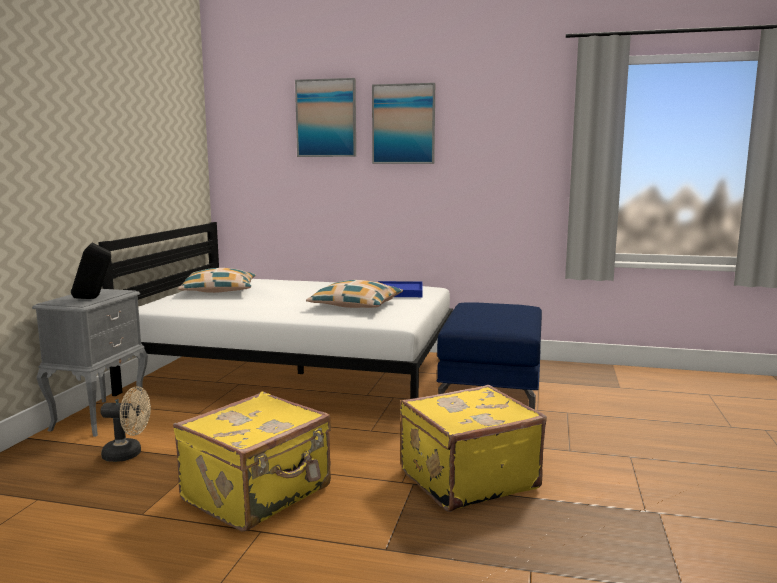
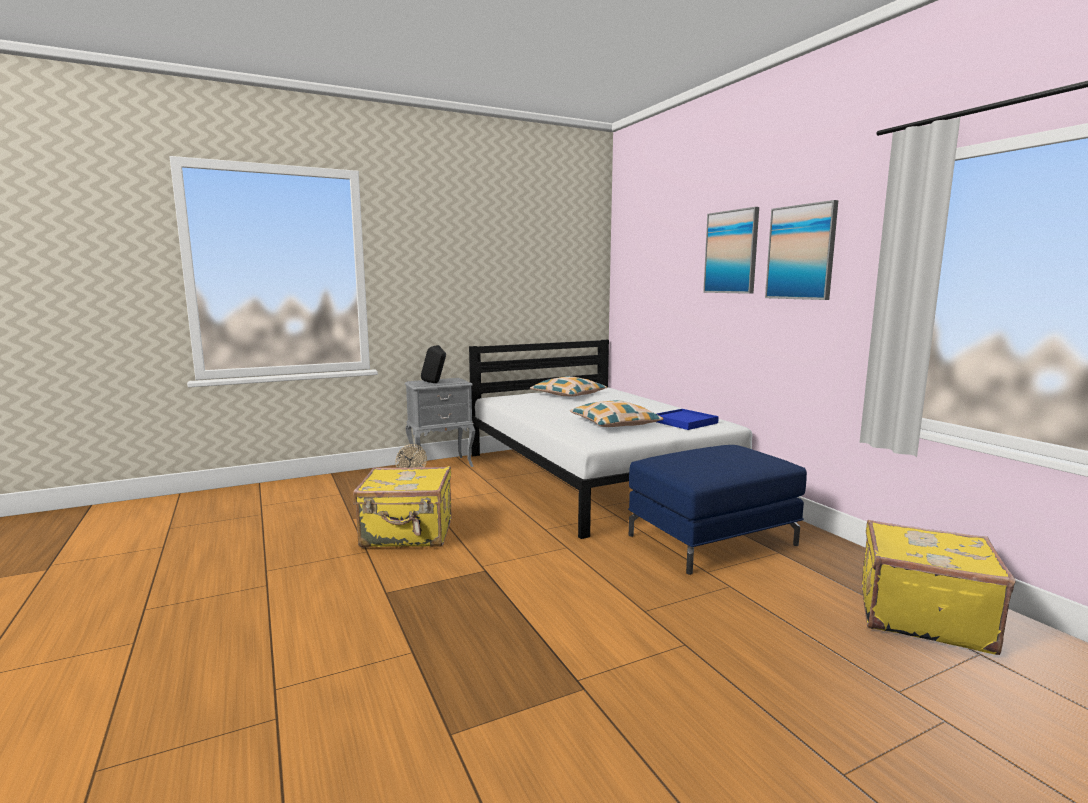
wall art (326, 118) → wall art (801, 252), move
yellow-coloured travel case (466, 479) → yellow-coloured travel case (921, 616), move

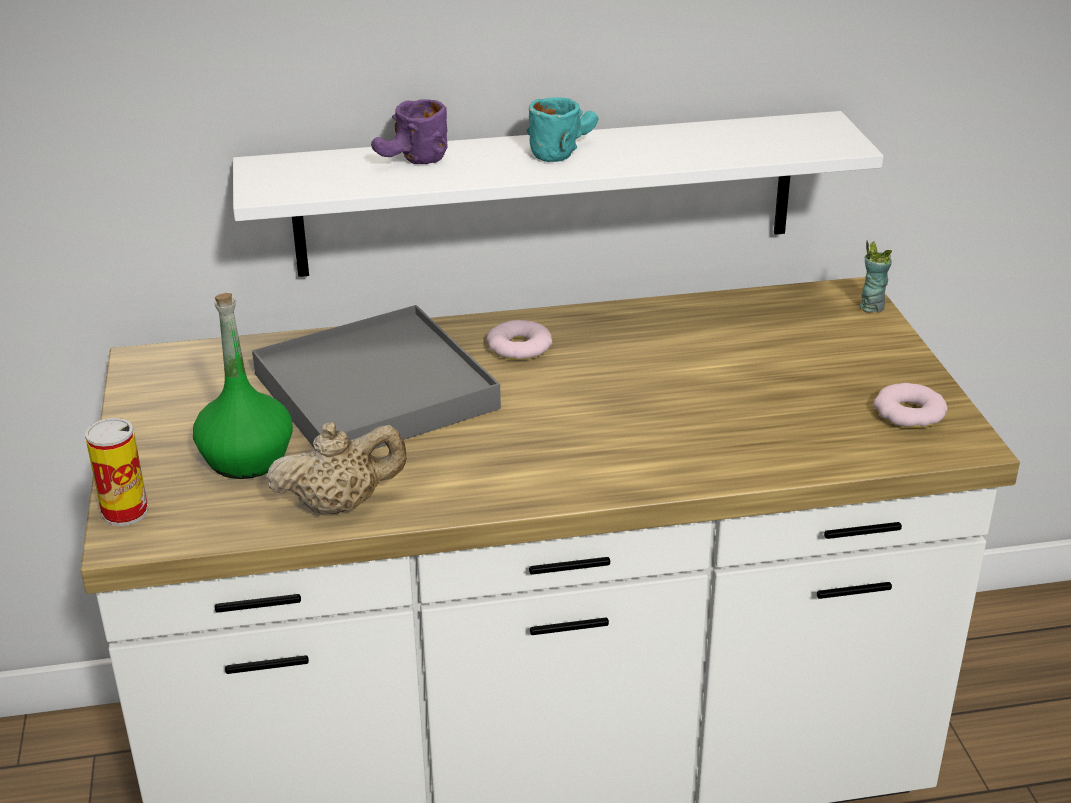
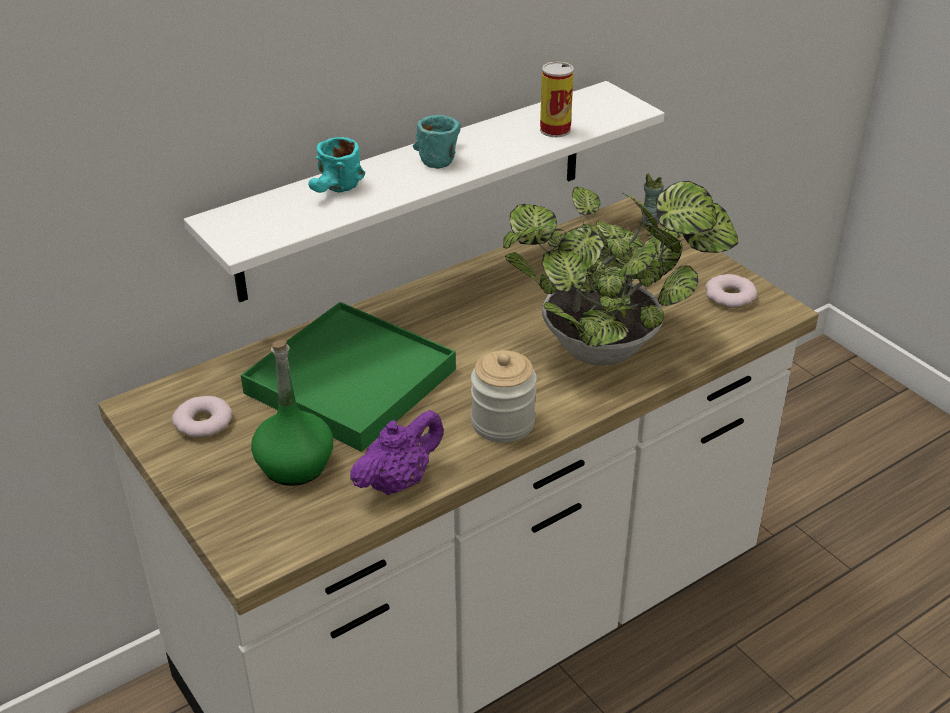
ring doughnut (519, 347) → ring doughnut (203, 422), move
gray carrying tray (376, 391) → green-coloured carrying tray (351, 381)
purplish coffee mug (412, 162) → turquoise-coloured coffee mug (336, 191)
sand-coloured tea pot (340, 505) → purplish tea pot (398, 481)
- → jar (503, 422)
- → houseplant (609, 348)
metal can (125, 512) → metal can (555, 130), move

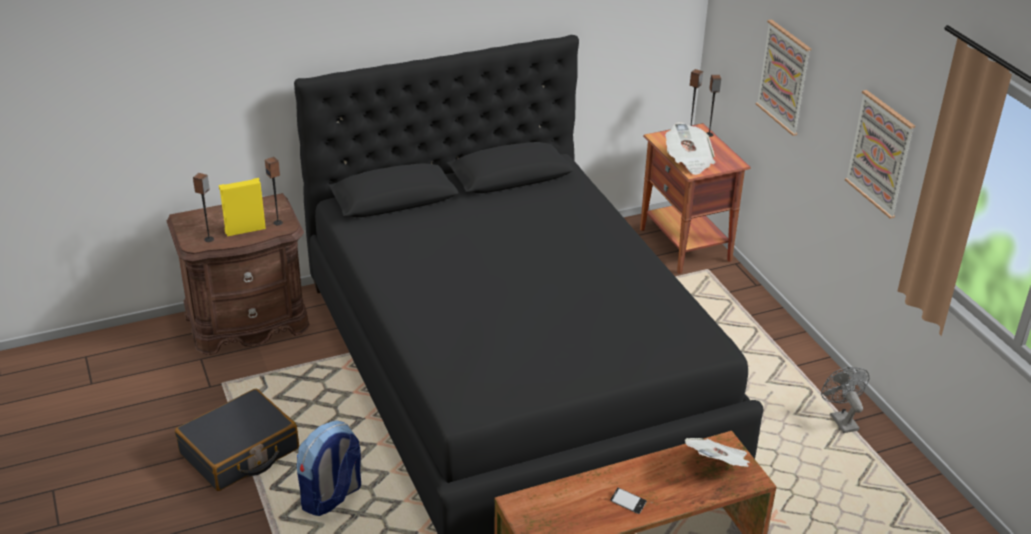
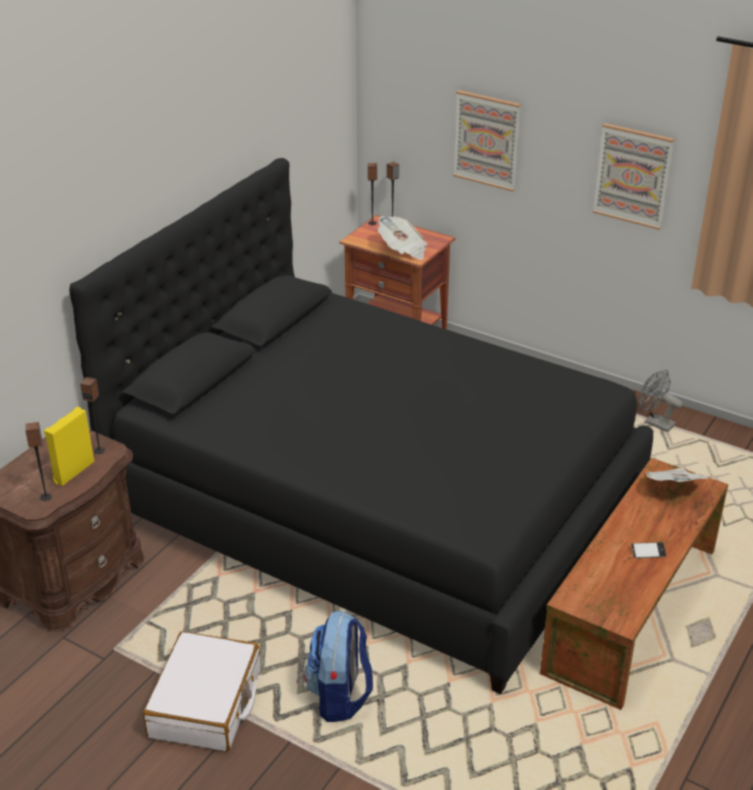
blackish travel case (239, 452) → white travel case (206, 703)

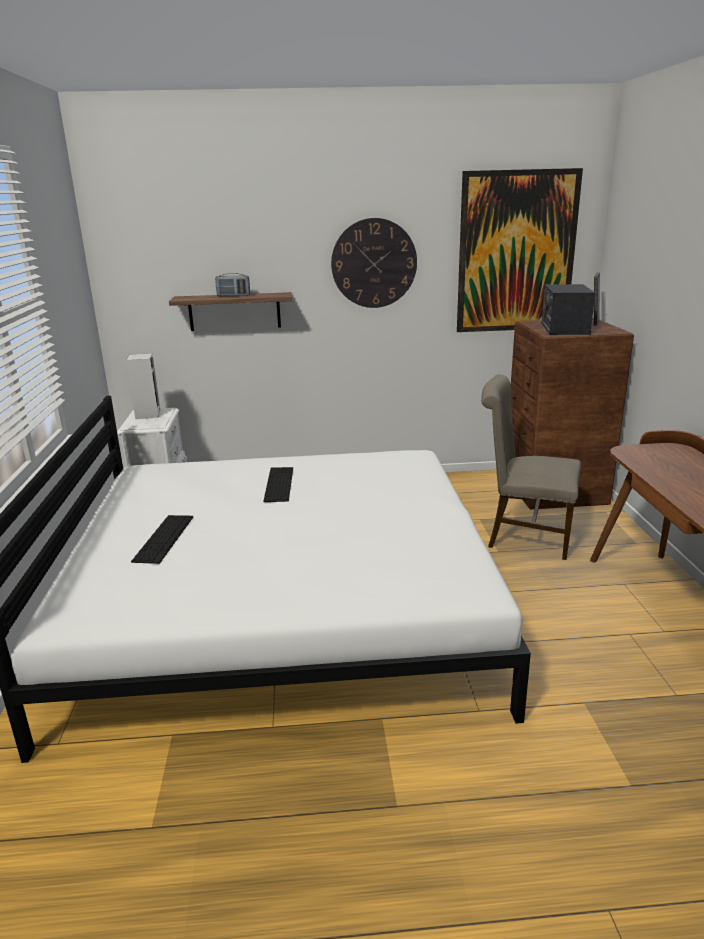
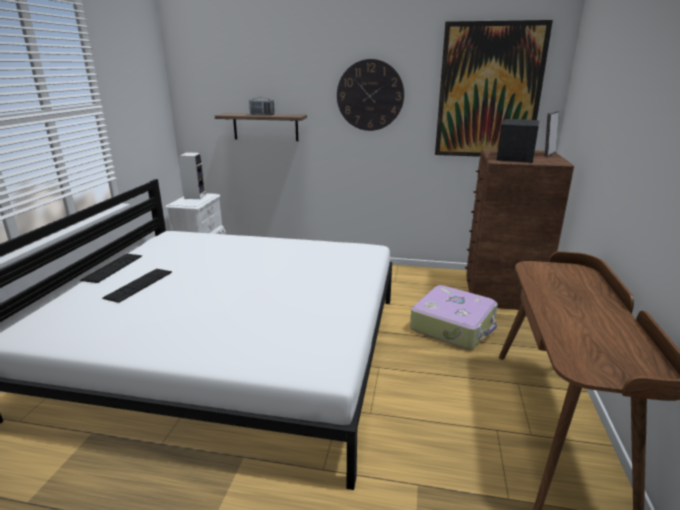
keyboard (279, 484) → keyboard (113, 267), move
sand-coloured plain chair (523, 535) → travel case (453, 326)

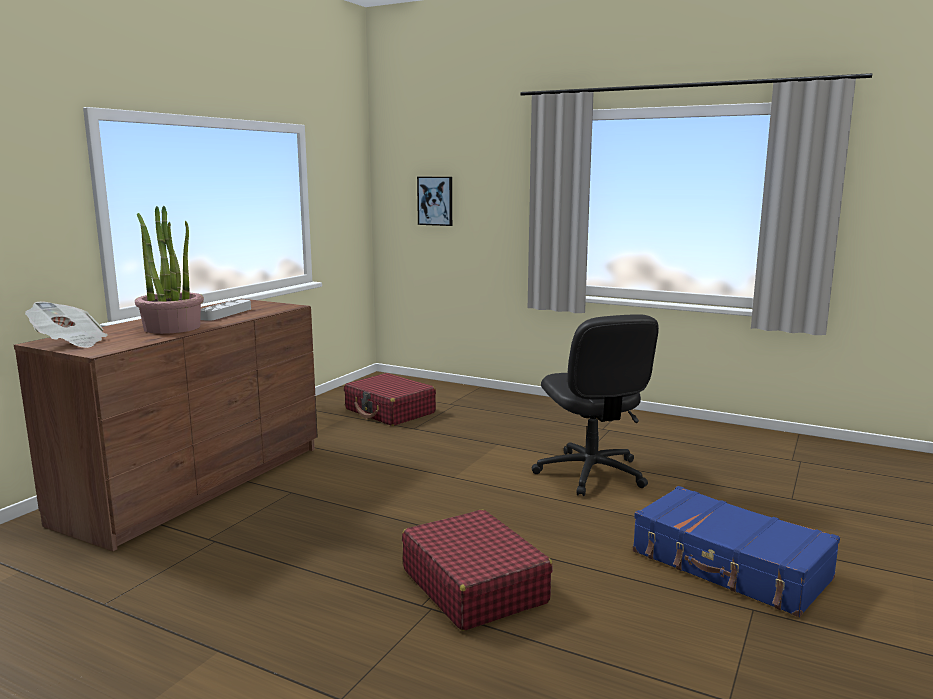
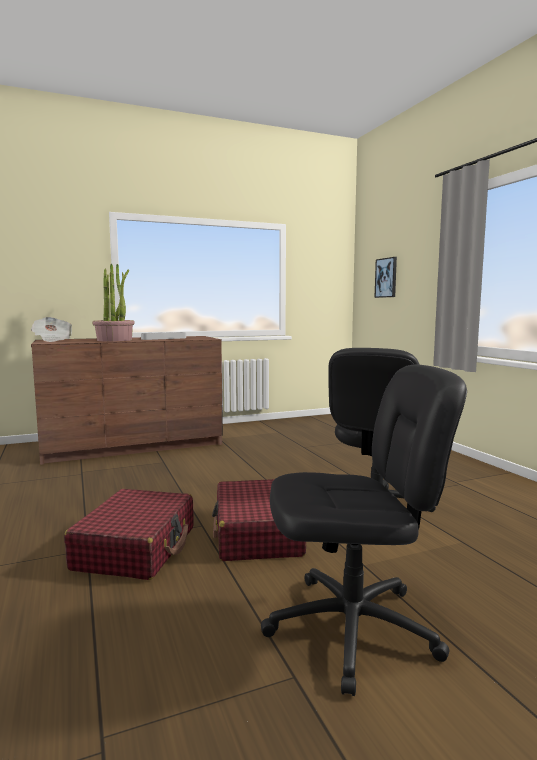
reddish travel case (390, 411) → reddish travel case (257, 534), move
blue travel case (729, 566) → blackish desk chair (353, 628)

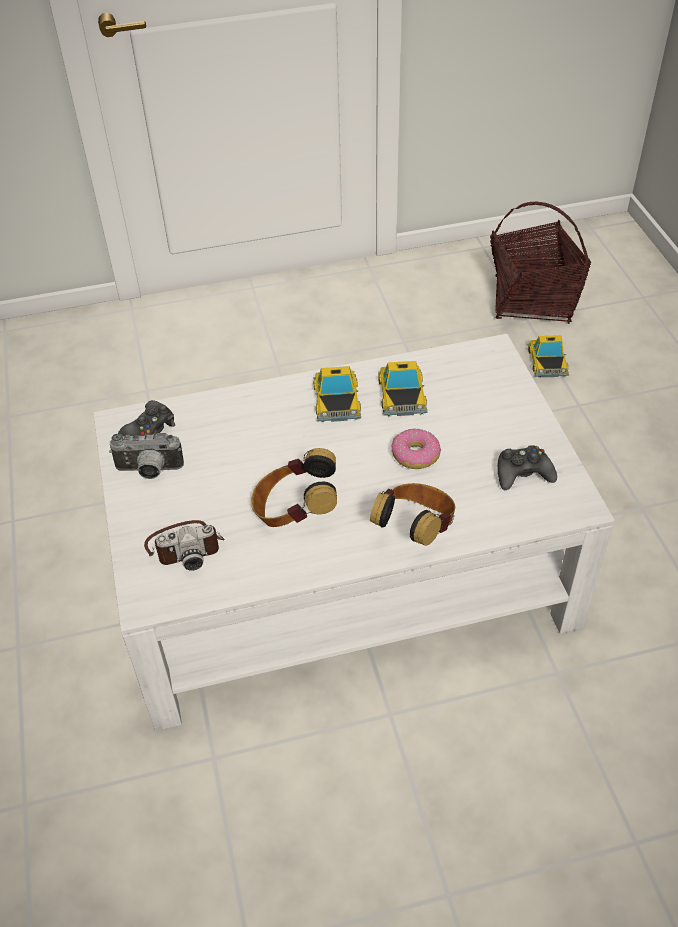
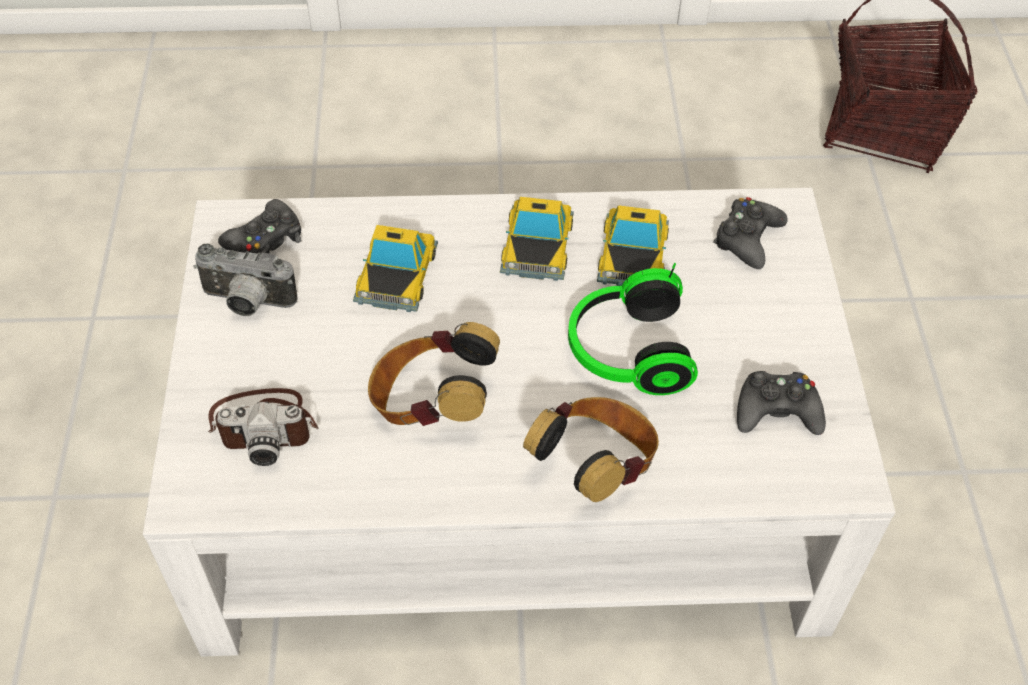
toy car (547, 361) → toy car (396, 273), move
ring doughnut (415, 455) → headphones (626, 351)
- → blackish game controller (747, 239)

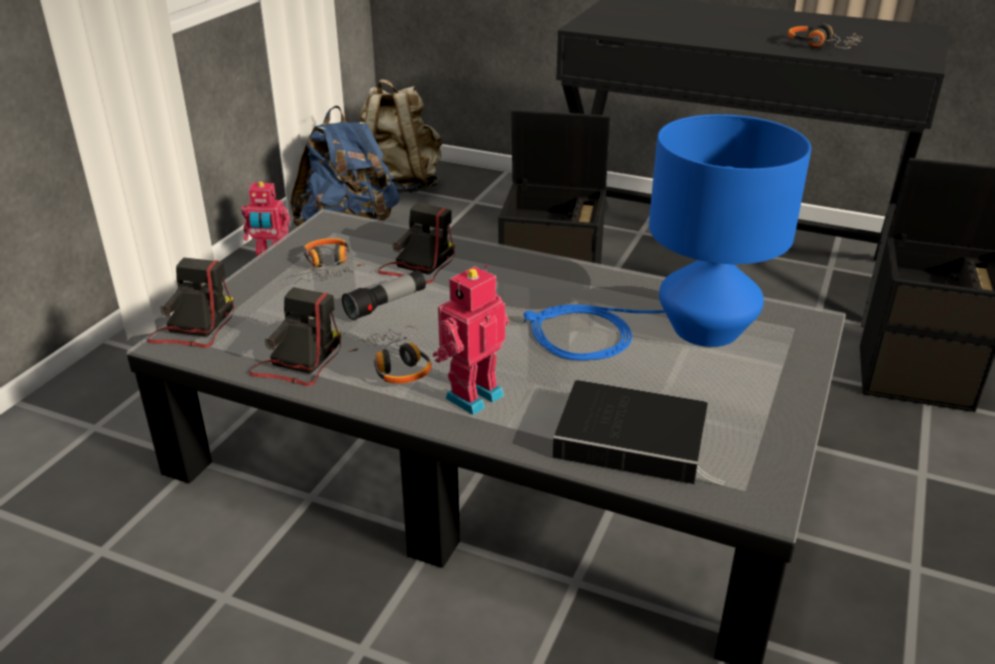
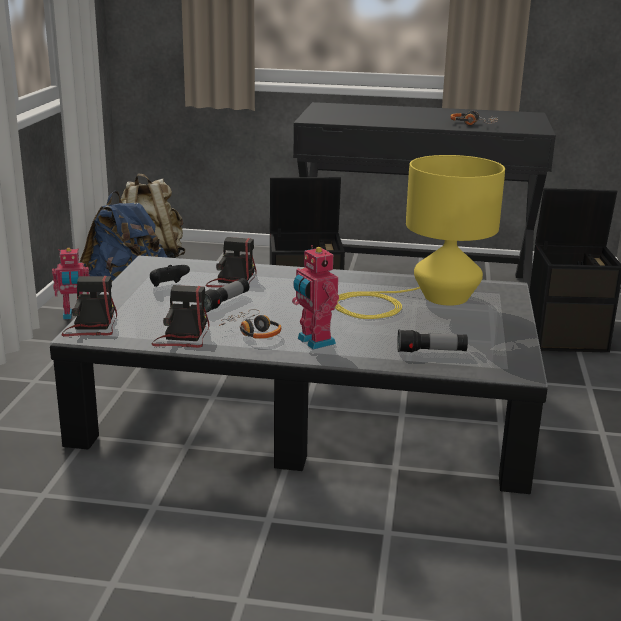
headphones (329, 267) → blackish game controller (168, 286)
model robot (471, 395) → model robot (314, 341), 60 degrees counterclockwise
blue lamp for a table (657, 330) → yellow-coloured lamp for a table (415, 300)
volume (636, 439) → torch (431, 352)

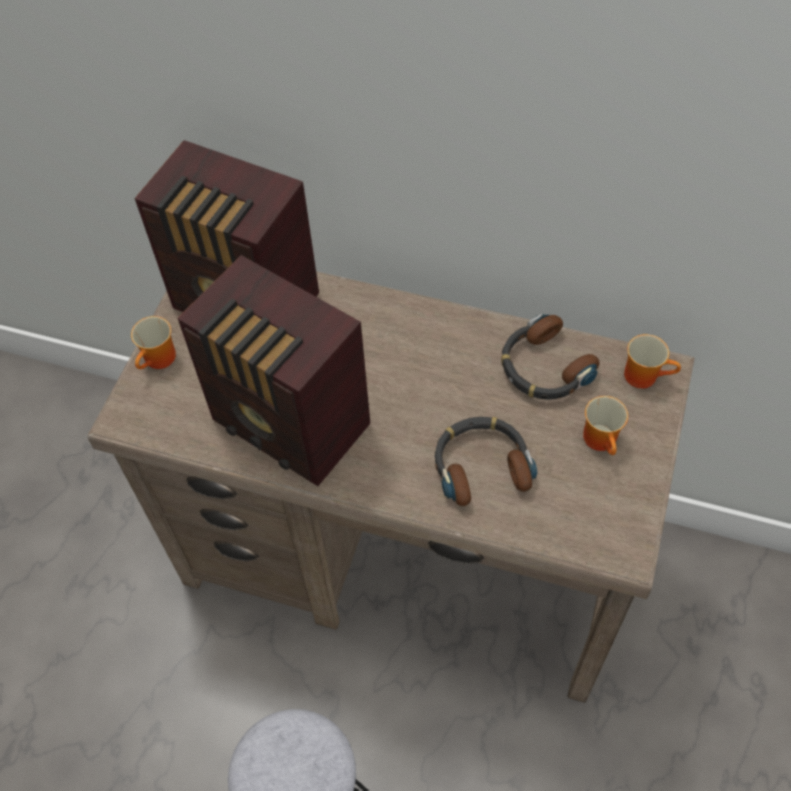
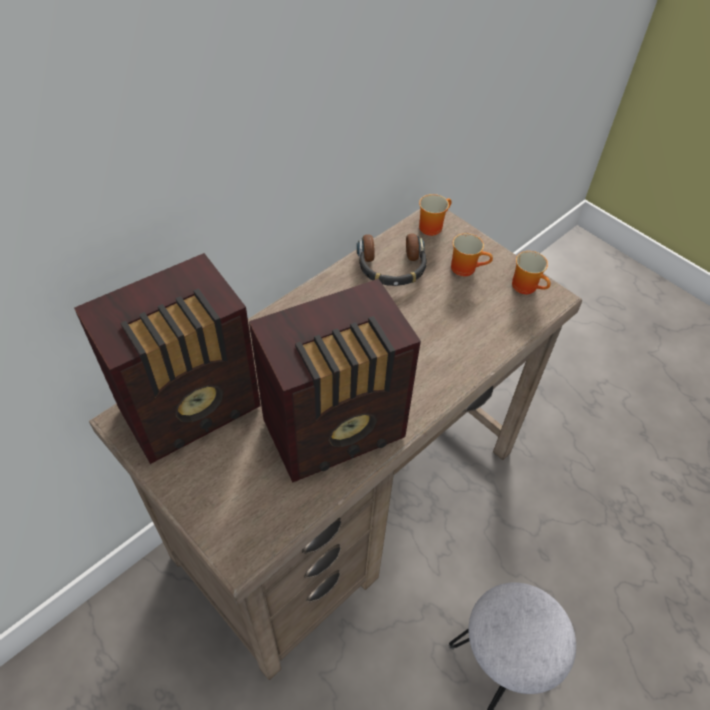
coffee mug (160, 360) → coffee mug (527, 286), move
headphones (481, 465) → -

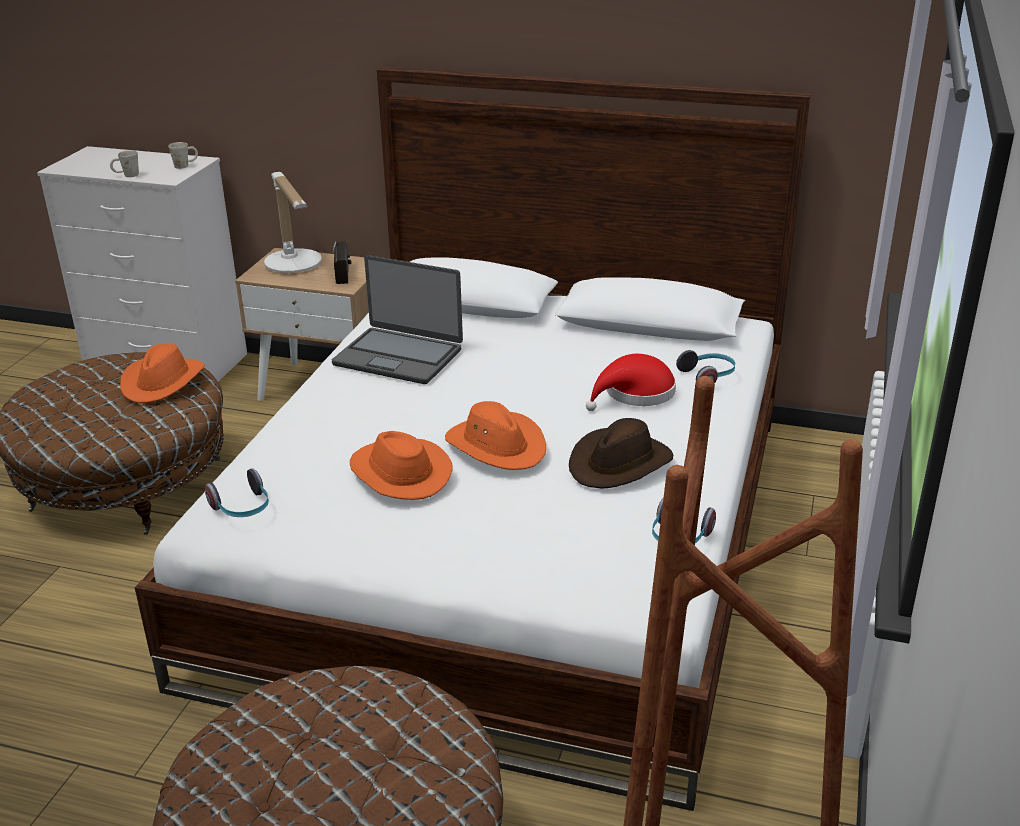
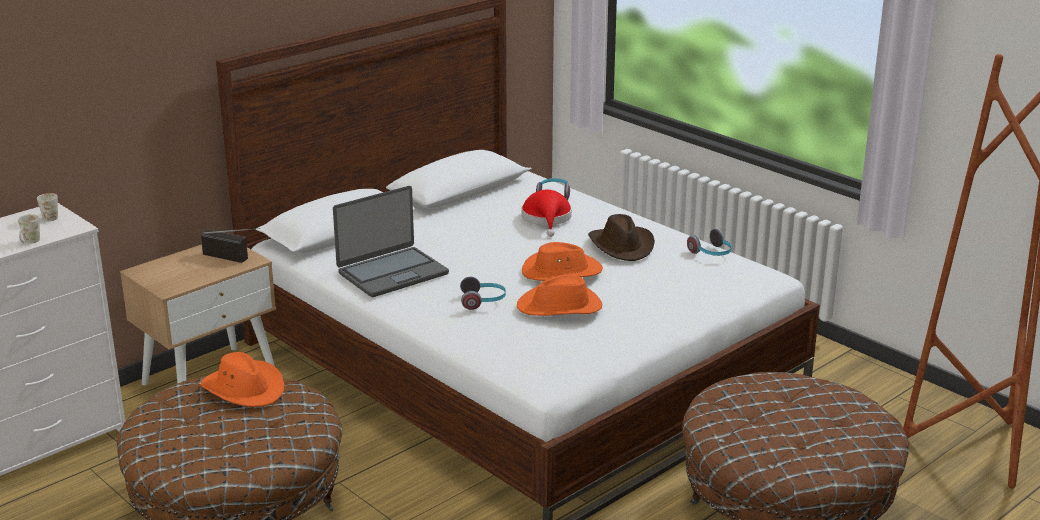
headphones (243, 509) → headphones (483, 301), move
lamp for a table (295, 266) → -

